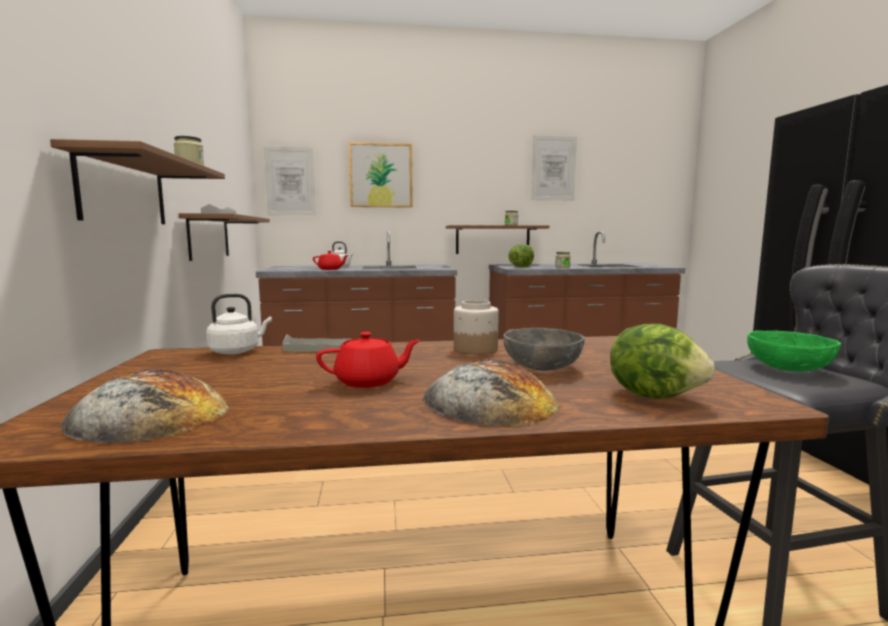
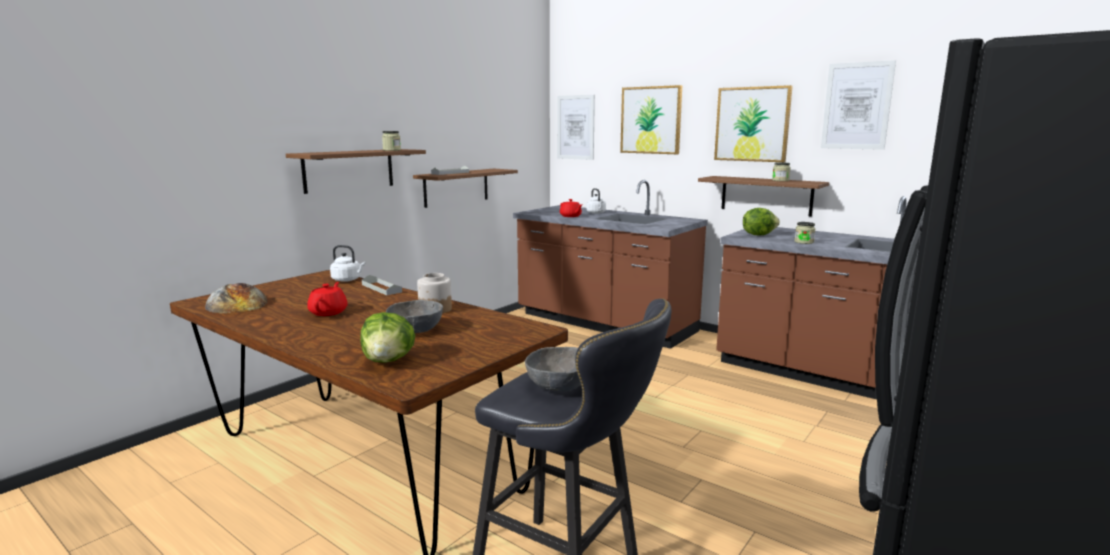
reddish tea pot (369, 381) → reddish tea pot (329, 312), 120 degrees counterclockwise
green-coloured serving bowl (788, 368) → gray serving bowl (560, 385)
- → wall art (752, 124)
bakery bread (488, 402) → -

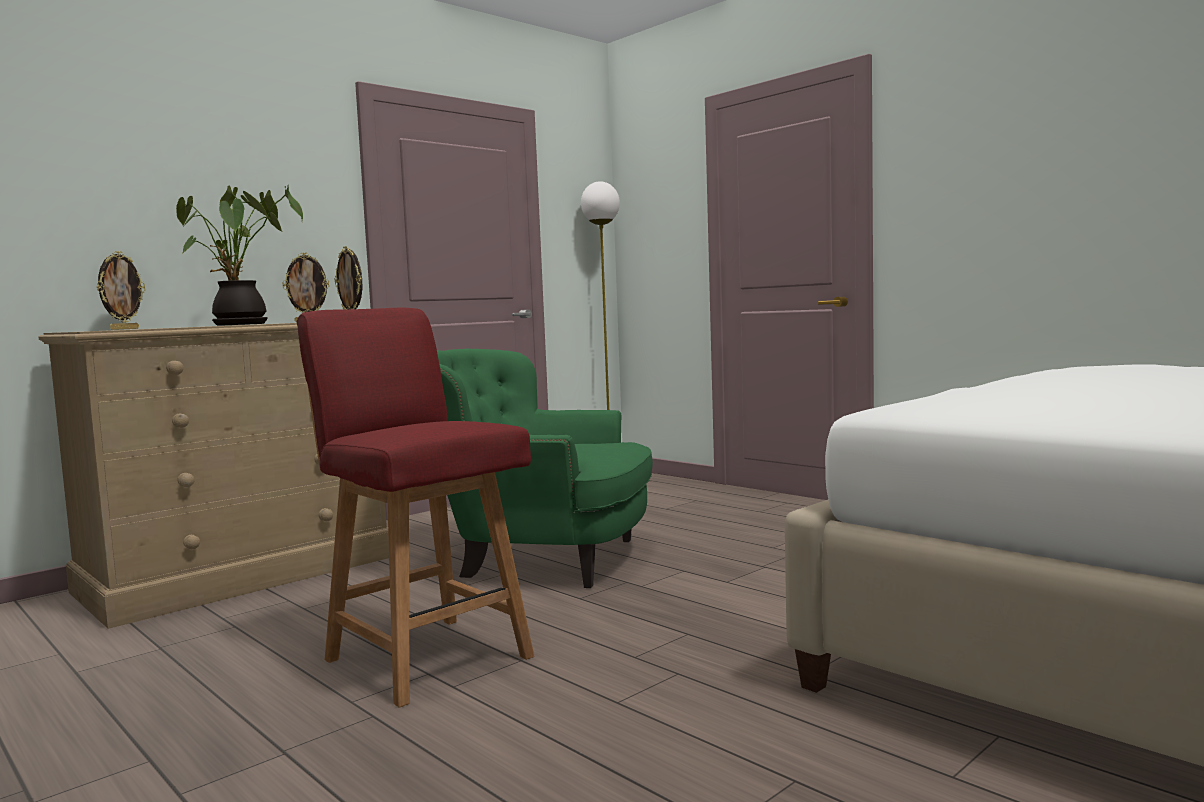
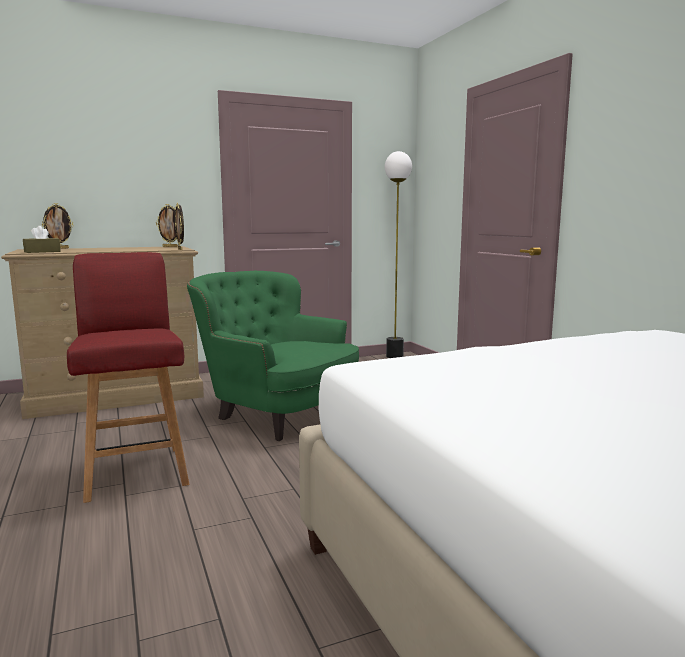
- → brownish box of tissues (42, 252)
houseplant (242, 324) → -

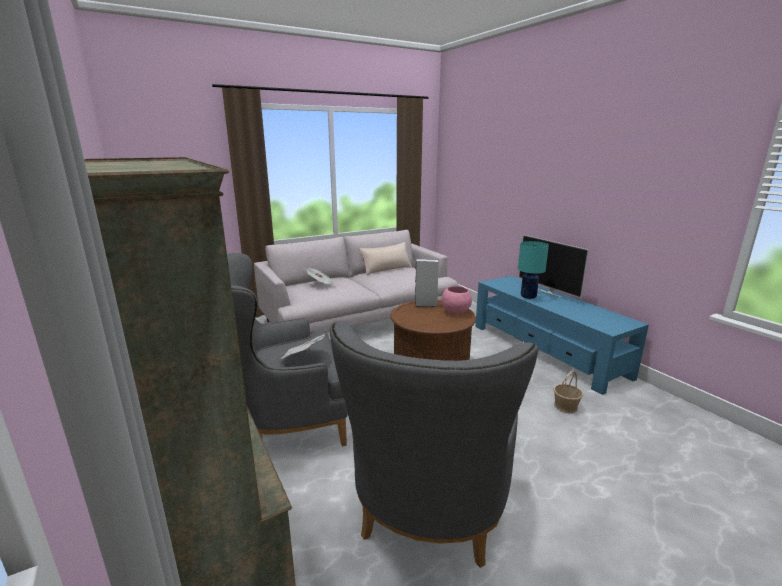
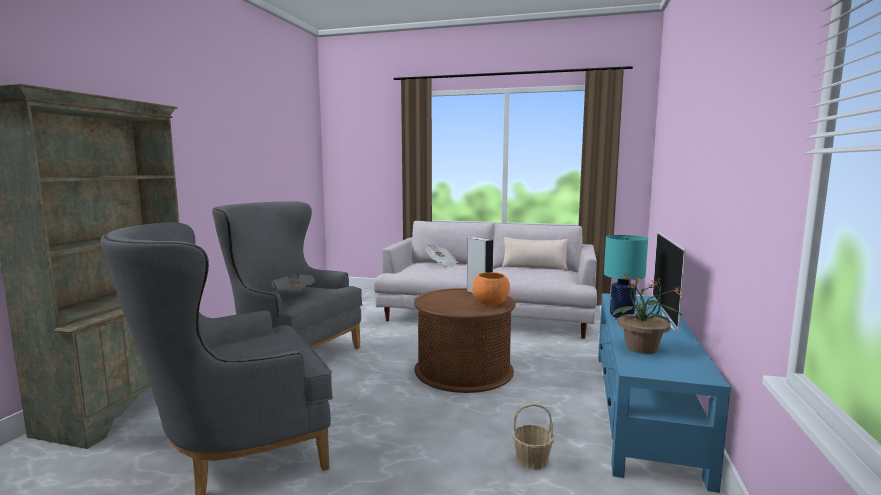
pink-coloured serving bowl (455, 311) → orange serving bowl (490, 304)
- → houseplant (642, 348)

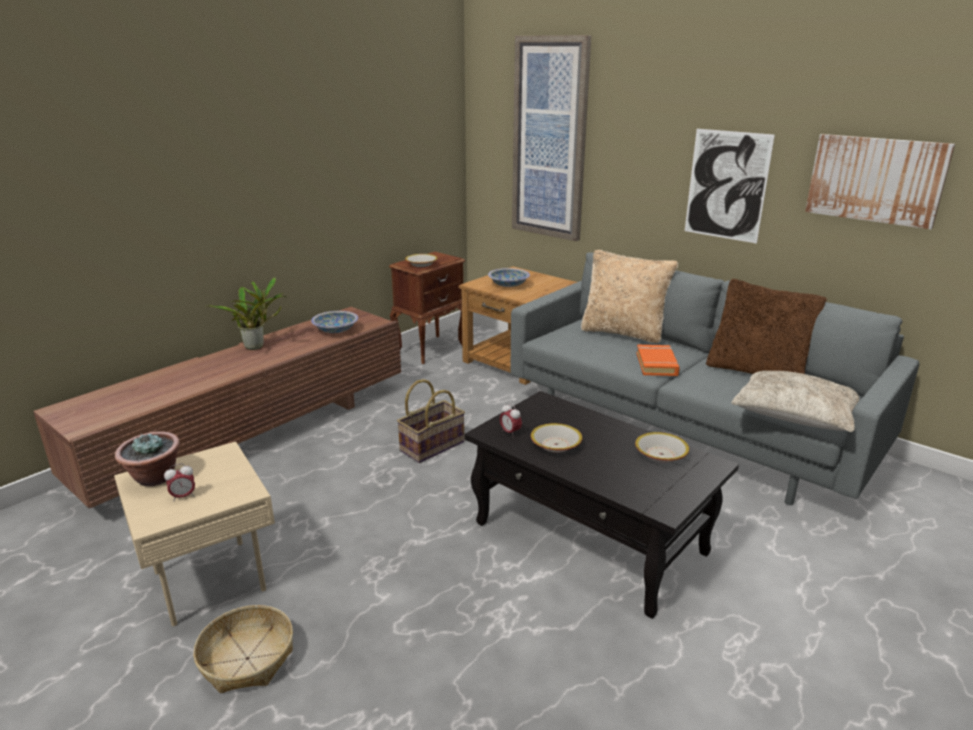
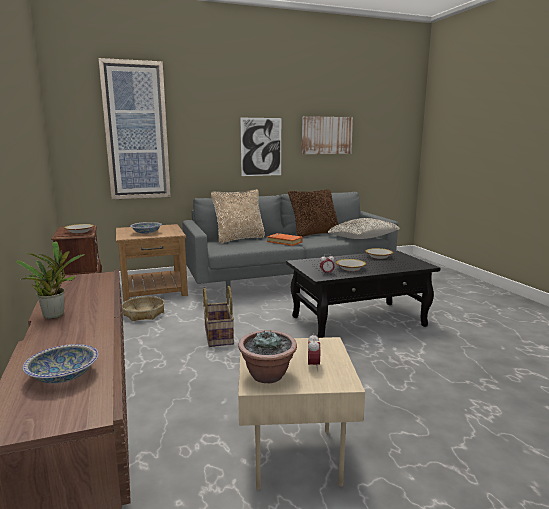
serving bowl (335, 330) → serving bowl (63, 376), move
basket (247, 658) → basket (143, 314), move

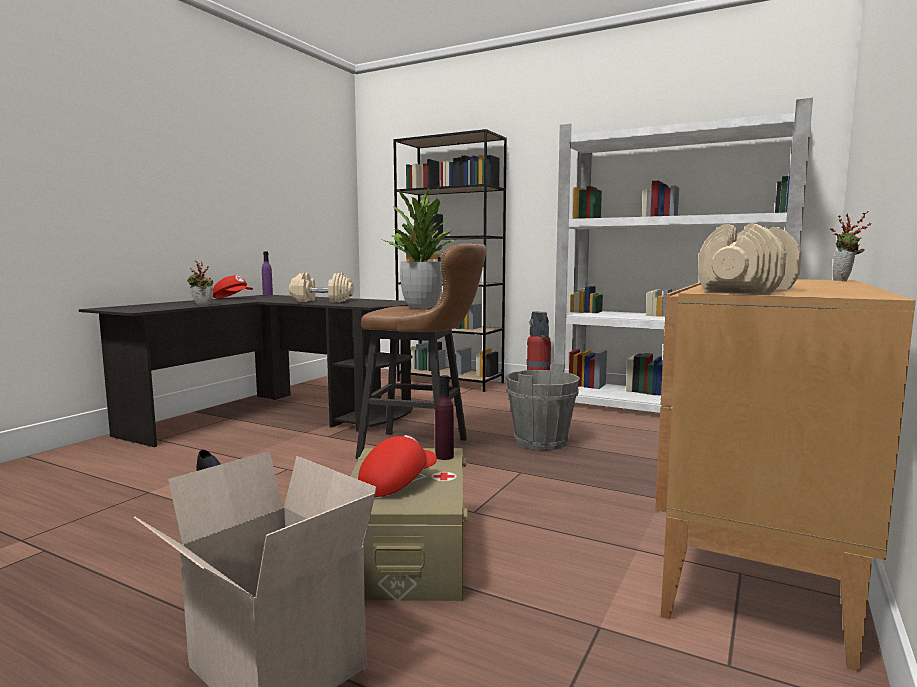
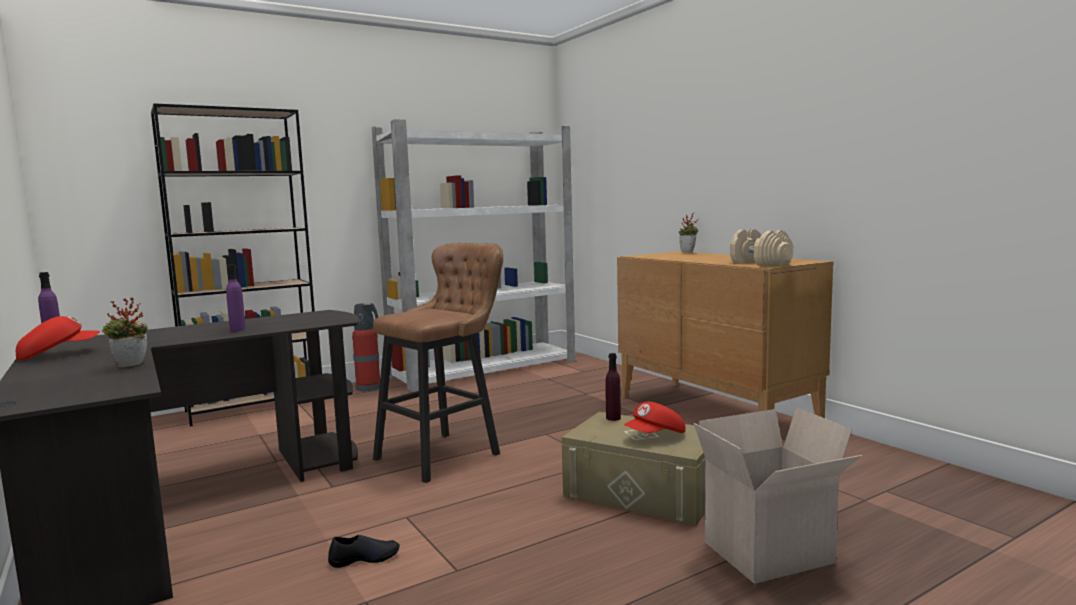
sand-coloured free weight (321, 301) → purplish beverage bottle (237, 329)
reddish peaked cap (397, 483) → reddish peaked cap (655, 436), 105 degrees counterclockwise
houseplant (421, 307) → -
gray pail (541, 442) → -

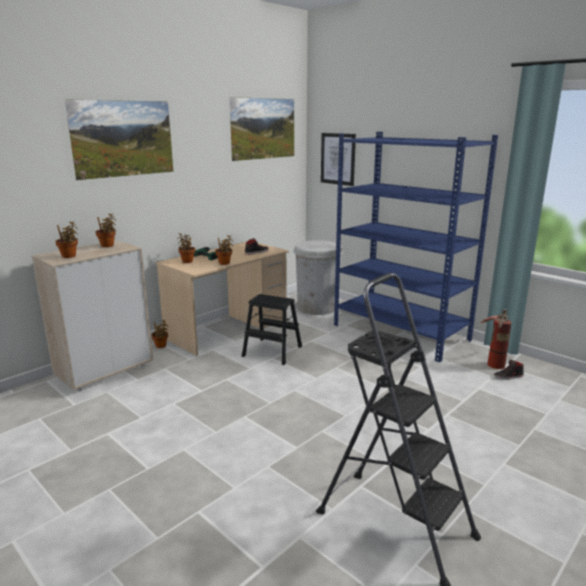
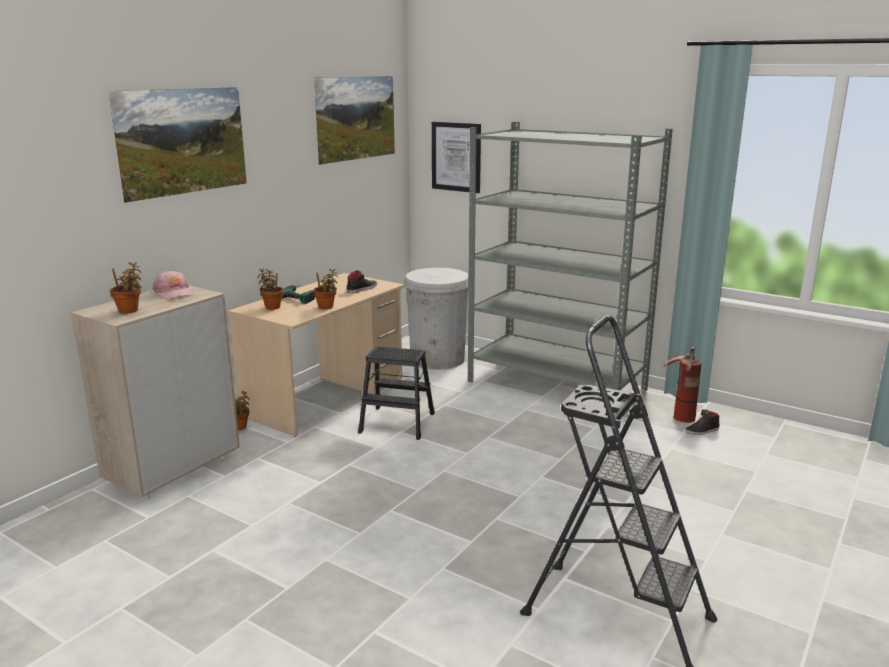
houseplant (108, 246) → pink-coloured peaked cap (174, 293)
blue shelving unit (400, 332) → gray shelving unit (556, 385)

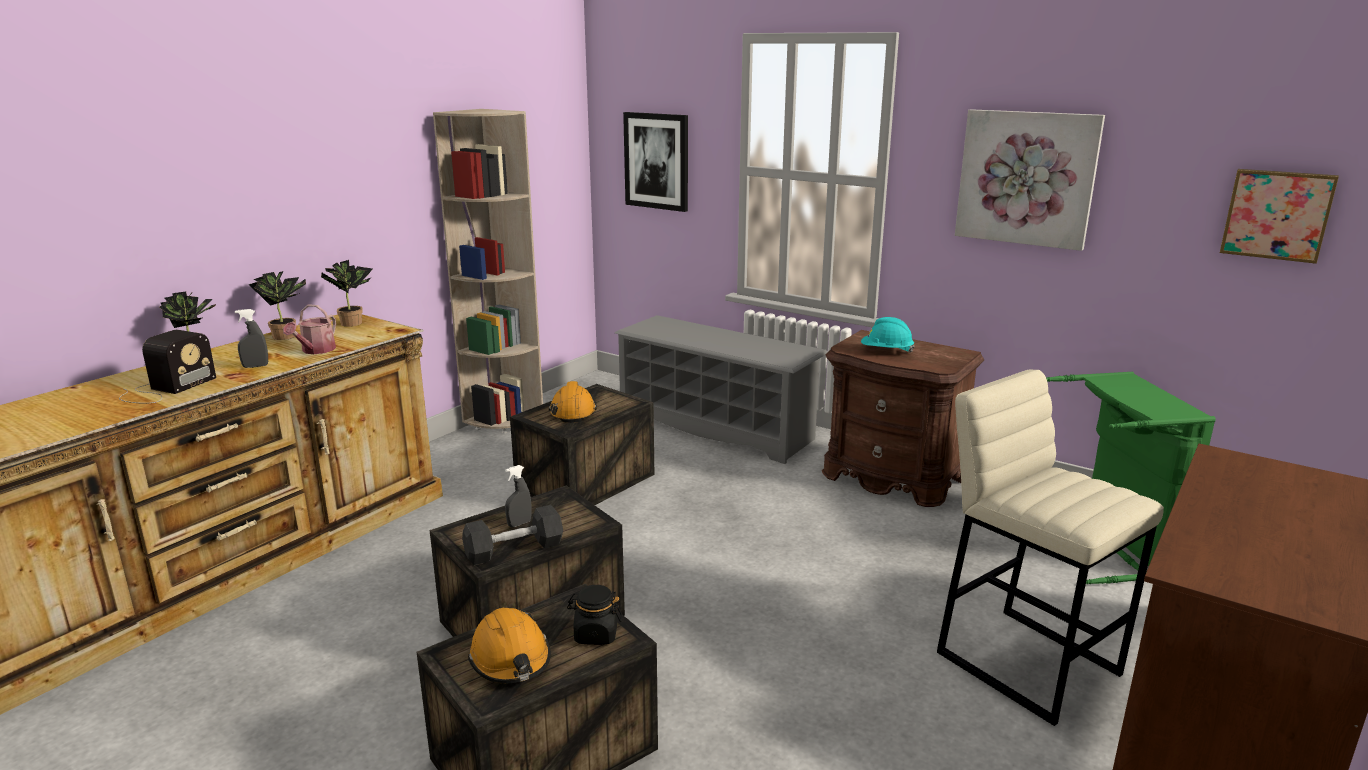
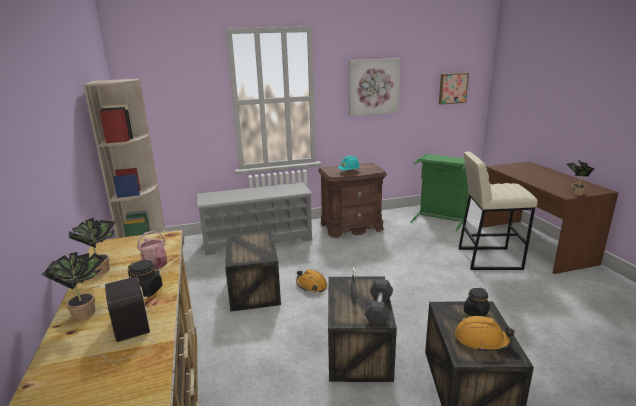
gray sprayer (255, 366) → blackish jar (147, 291)
orange safety helmet (573, 411) → orange safety helmet (311, 285), move
houseplant (353, 322) → houseplant (575, 193), move
wall art (657, 161) → -

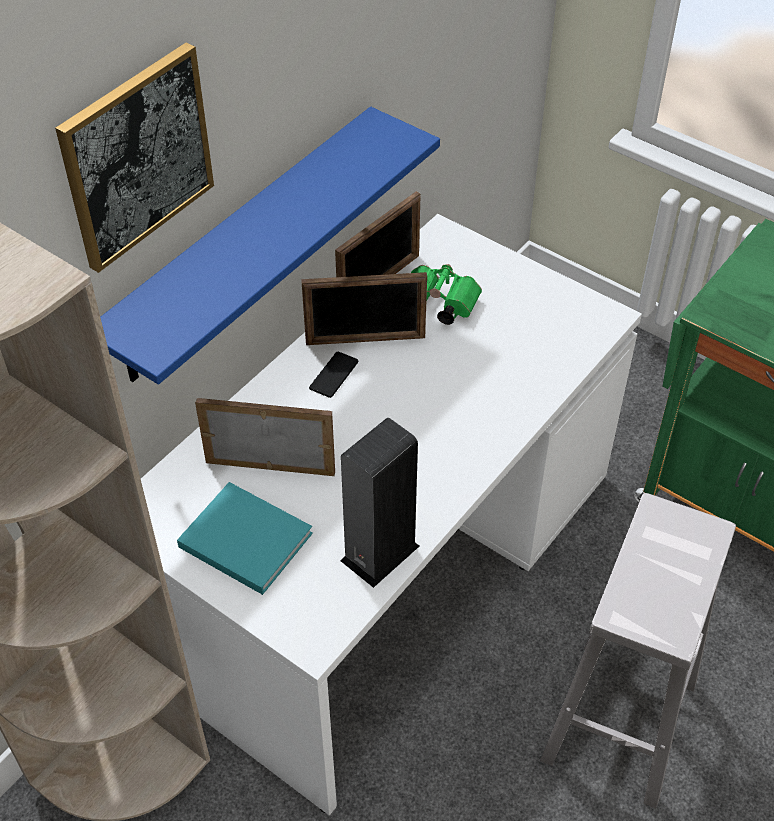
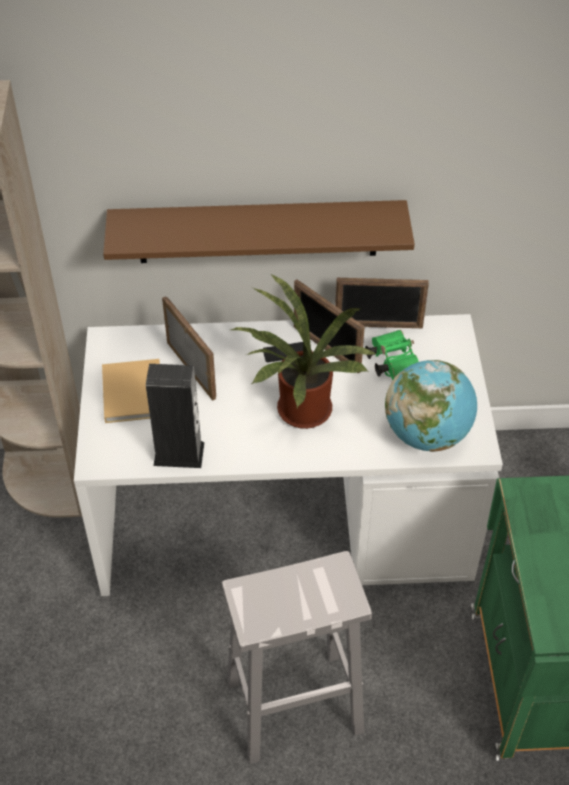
turquoise-coloured volume (242, 538) → sand-coloured volume (133, 391)
blue shelf (243, 246) → brownish shelf (258, 231)
- → houseplant (300, 414)
- → globe (427, 434)
wall art (136, 156) → -

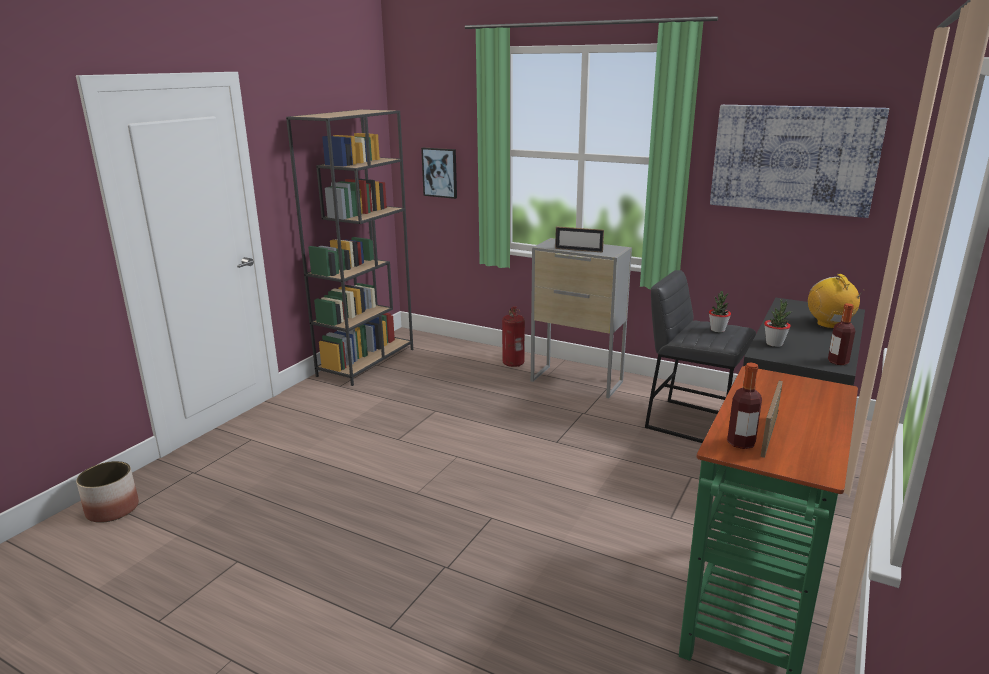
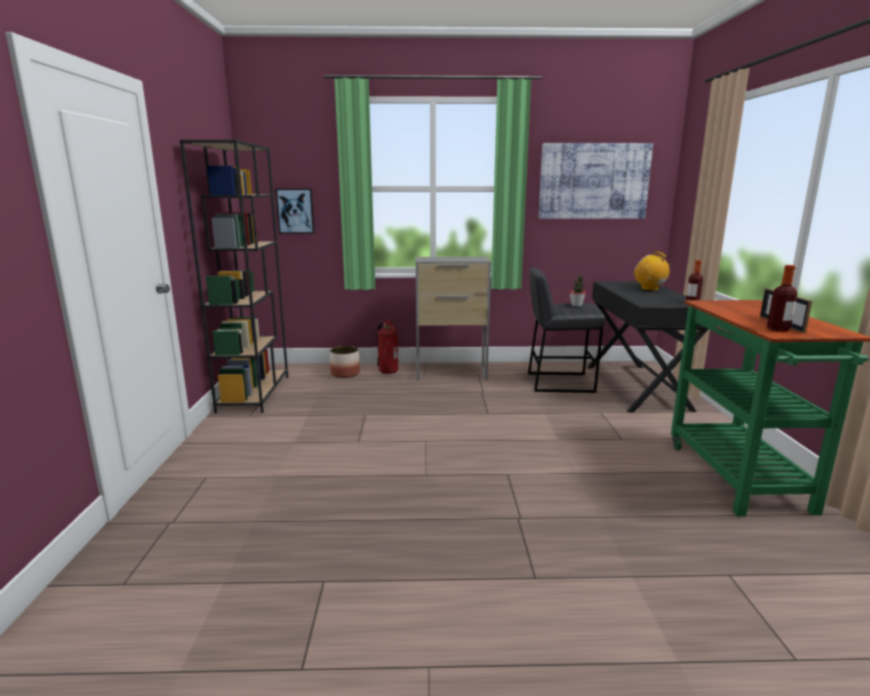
planter (113, 509) → planter (345, 373), move
standing frame (578, 250) → -
houseplant (774, 344) → -

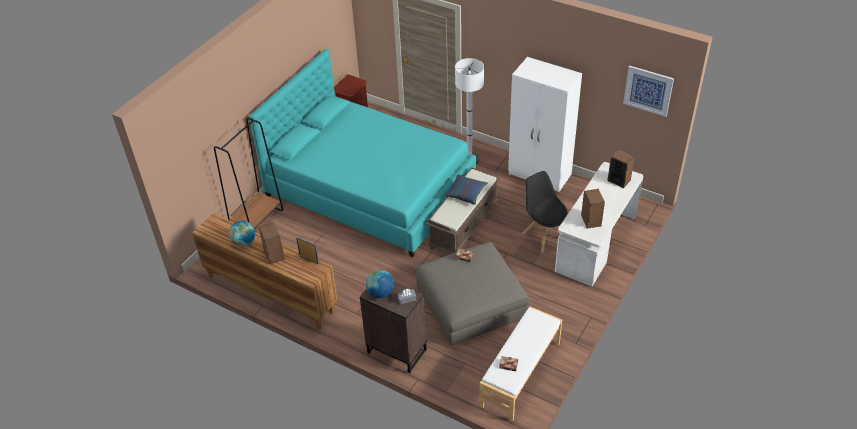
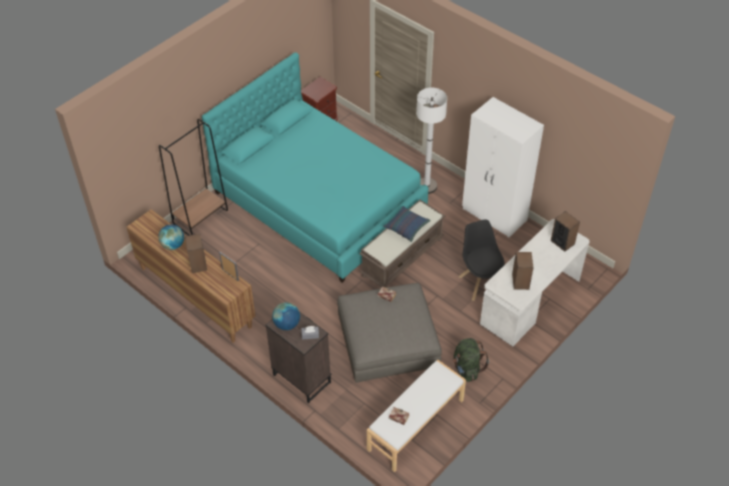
- → green-coloured knapsack (467, 368)
wall art (648, 90) → -

